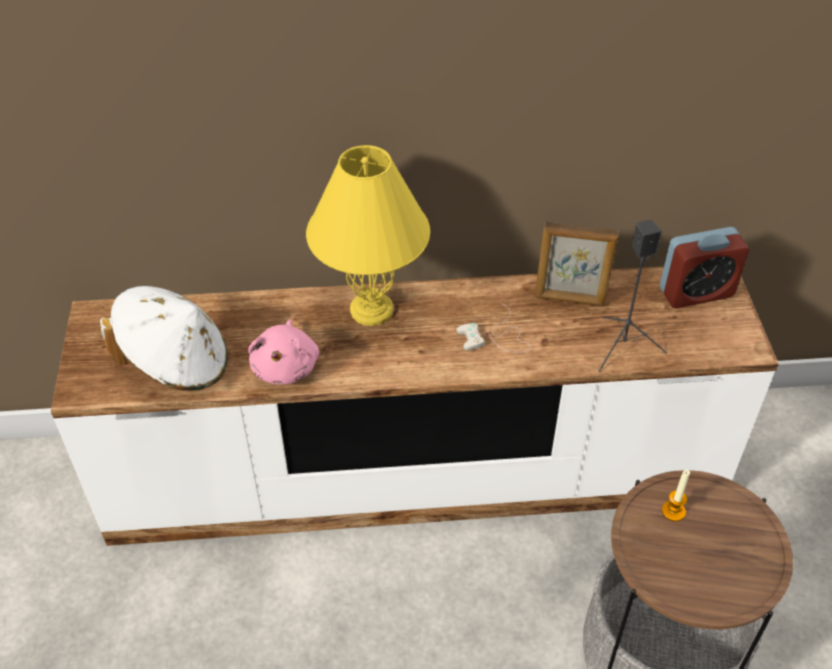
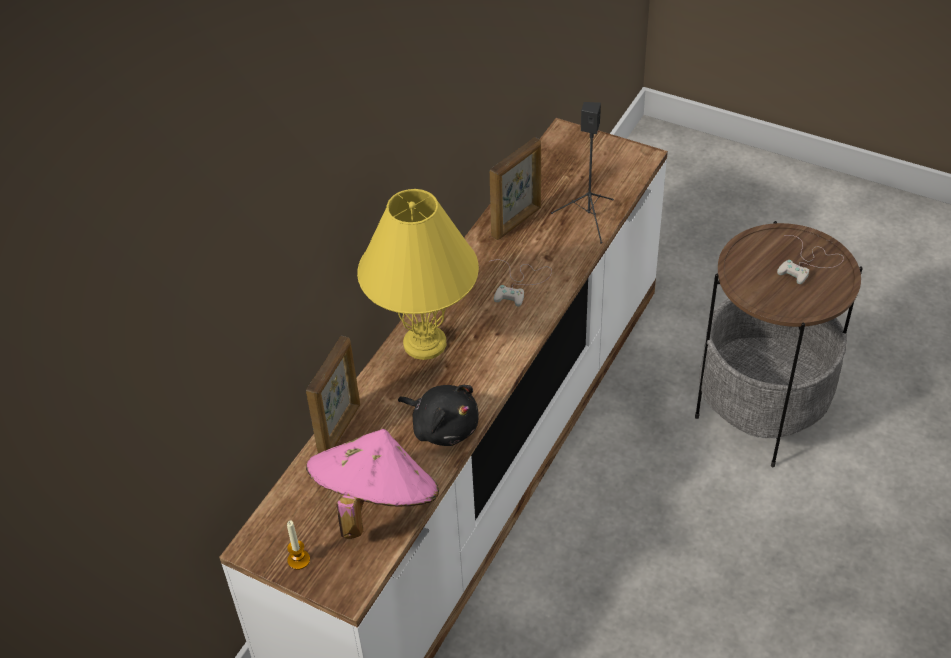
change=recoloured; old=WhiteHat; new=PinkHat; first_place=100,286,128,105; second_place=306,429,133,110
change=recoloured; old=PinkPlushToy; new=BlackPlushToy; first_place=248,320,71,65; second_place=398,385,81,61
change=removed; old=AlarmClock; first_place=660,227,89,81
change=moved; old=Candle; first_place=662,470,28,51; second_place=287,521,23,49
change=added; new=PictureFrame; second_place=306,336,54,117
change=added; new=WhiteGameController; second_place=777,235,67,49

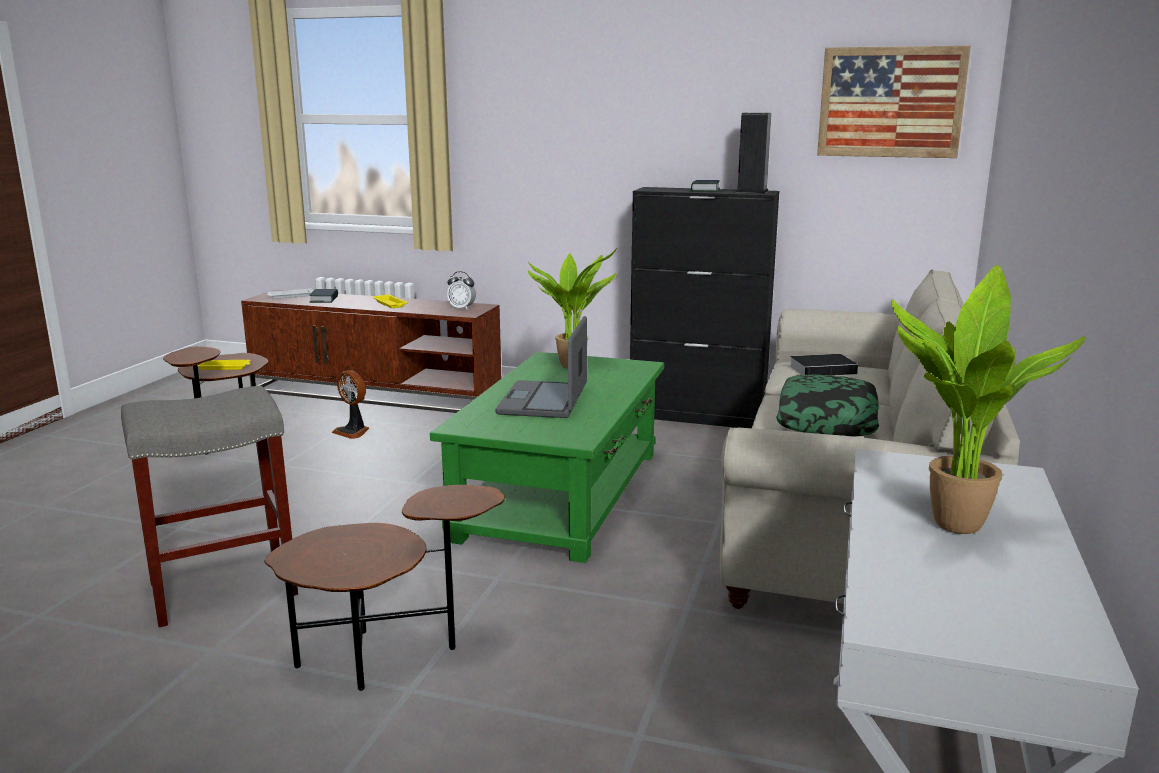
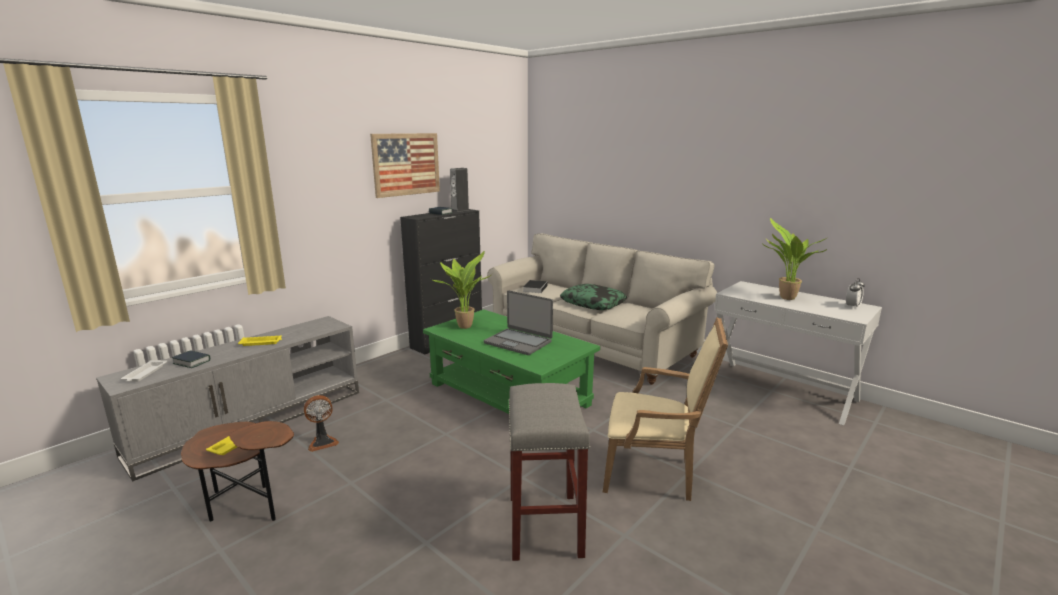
change=recoloured; old=BrownTvStand; new=GreyTvStand; first_place=241,289,260,124; second_place=96,316,263,166
change=replaced; old=BrownSideTable; new=BeigeArmchair; first_place=265,485,240,206; second_place=603,317,125,184
change=moved; old=AlarmClock; first_place=447,271,29,39; second_place=846,278,19,31
change=moved; old=Picture; first_place=817,46,154,112; second_place=370,133,70,65

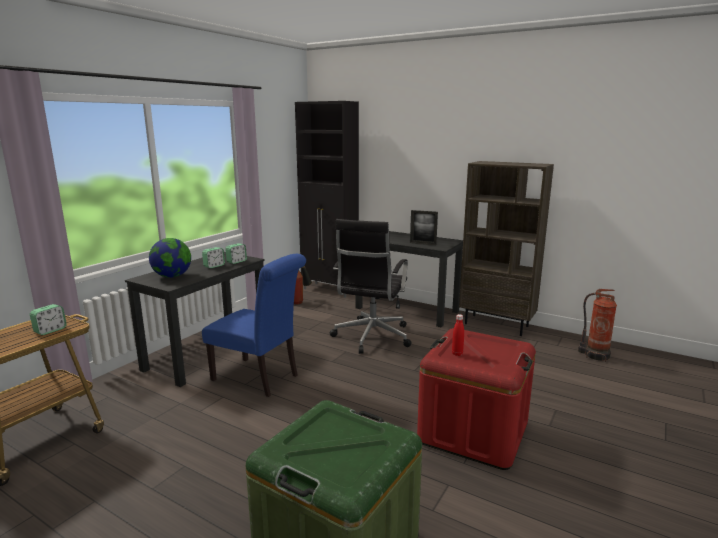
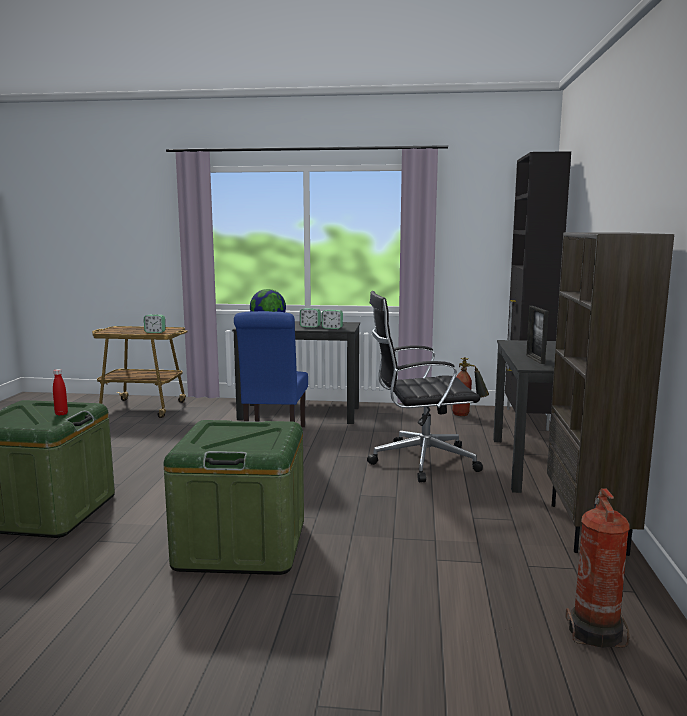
change=recoloured; old=RedStorageBox; new=GreenStorageBox; first_place=417,328,119,142; second_place=163,420,141,155
change=moved; old=RedBottle; first_place=452,314,12,42; second_place=53,369,15,47

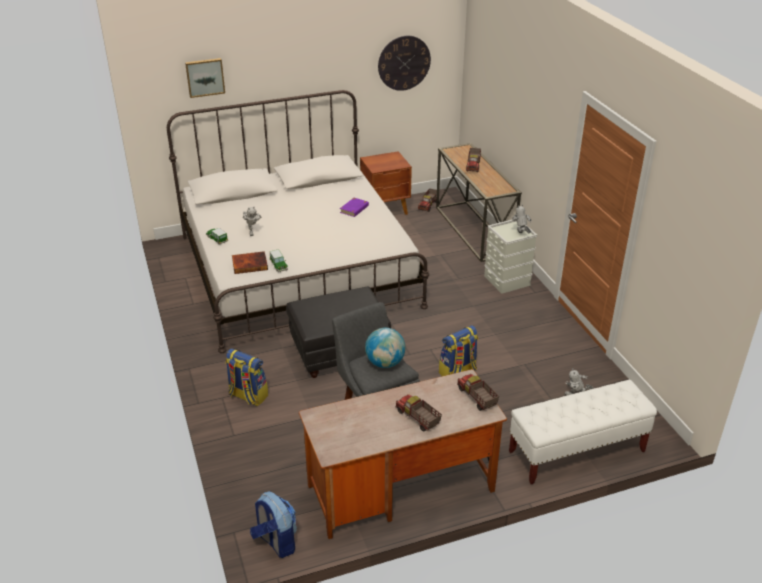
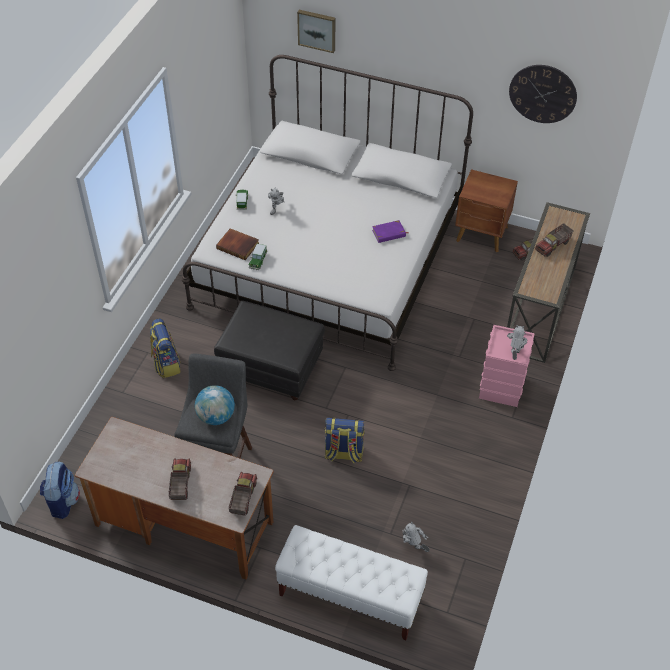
change=recoloured; old=GreyStorageBox; new=PinkStorageBox; first_place=484,220,53,74; second_place=479,325,56,82

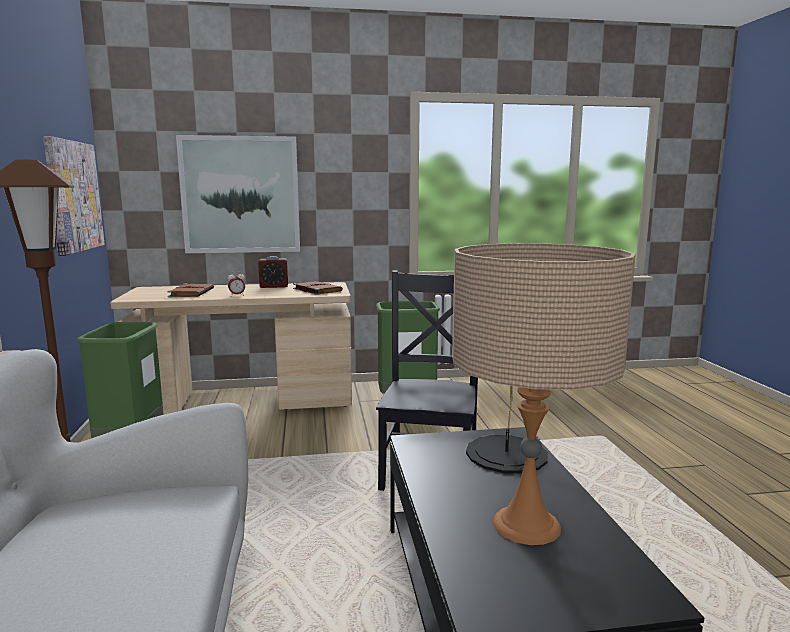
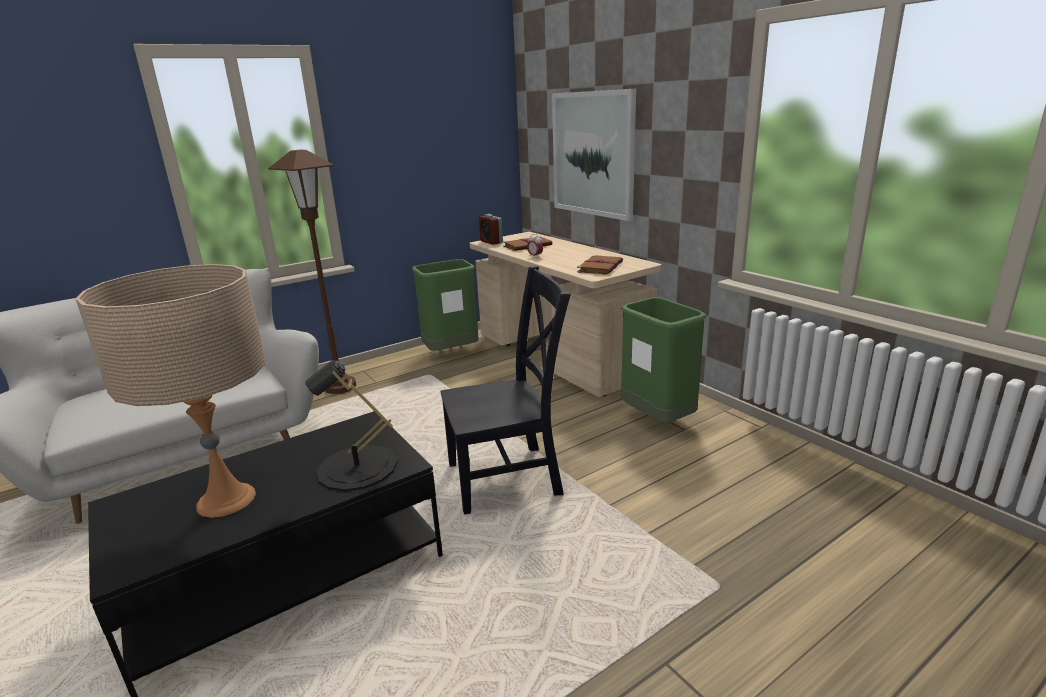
change=removed; old=Picture; first_place=43,136,62,120
change=moved; old=AlarmClock; first_place=258,256,30,32; second_place=479,214,24,31

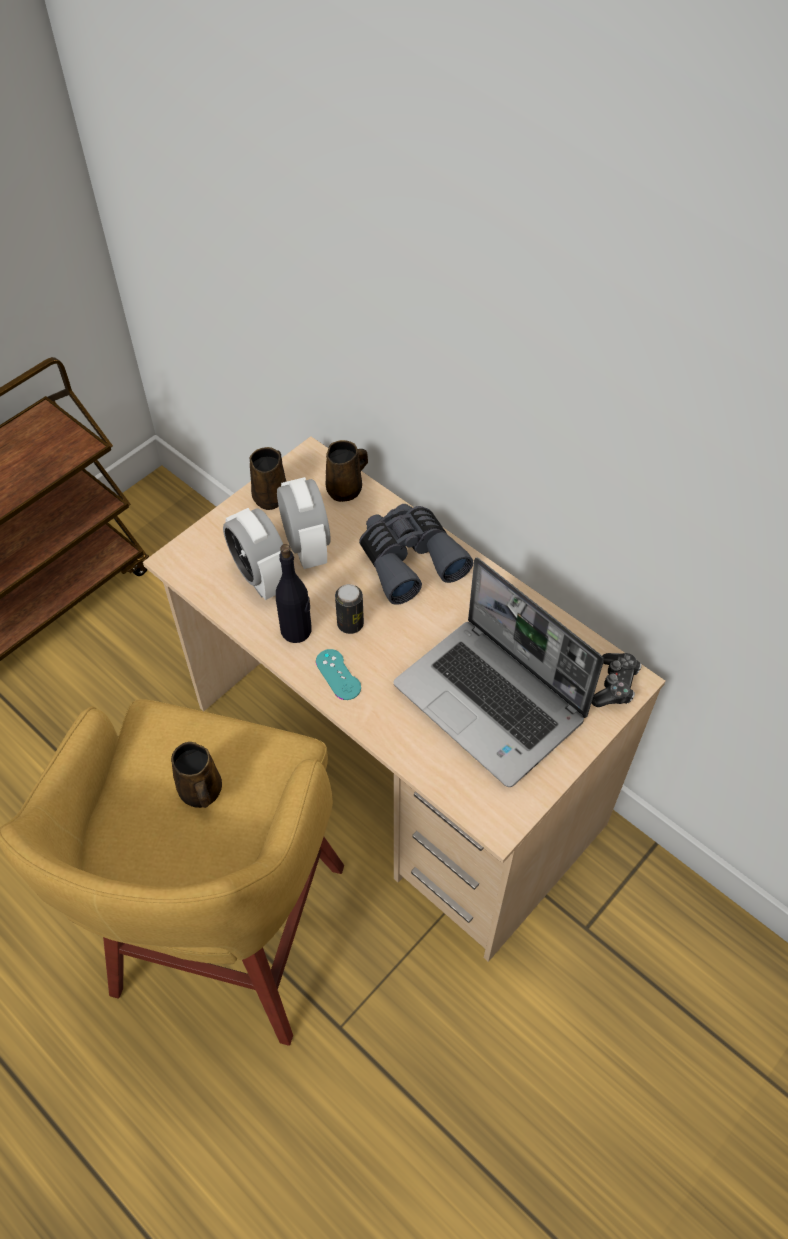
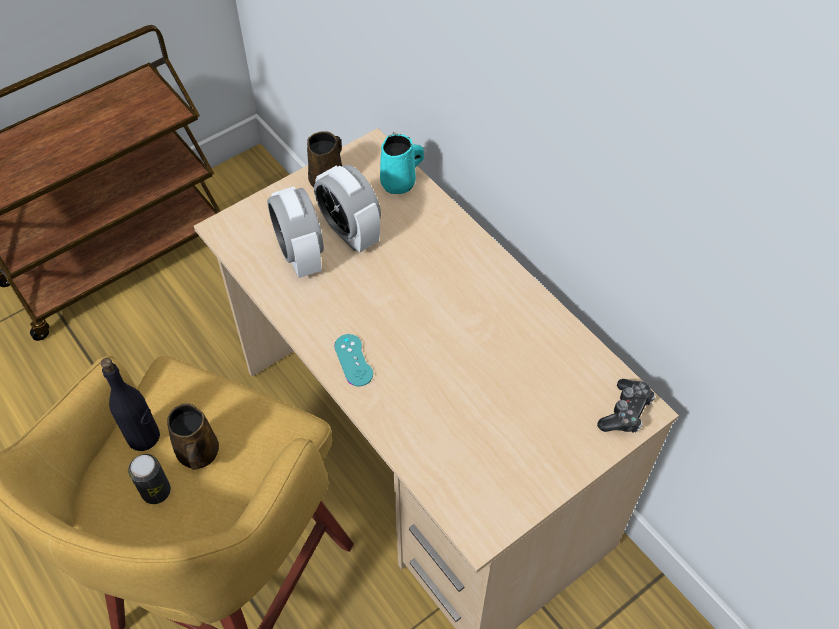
change=moved; old=BlackBottle; first_place=276,544,36,99; second_place=101,358,59,93
change=turned; old=AlarmClock; first_place=277,477,54,92; second_place=314,165,67,87; degrees=150
change=recoloured; old=BrownMug; new=TurquoiseMug; first_place=326,440,42,62; second_place=380,134,44,60
change=moved; old=Can; first_place=335,584,29,50; second_place=128,454,43,50
change=removed; old=GreyBinoculars; first_place=359,504,114,101
change=removed; old=Laptop; first_place=393,557,211,230

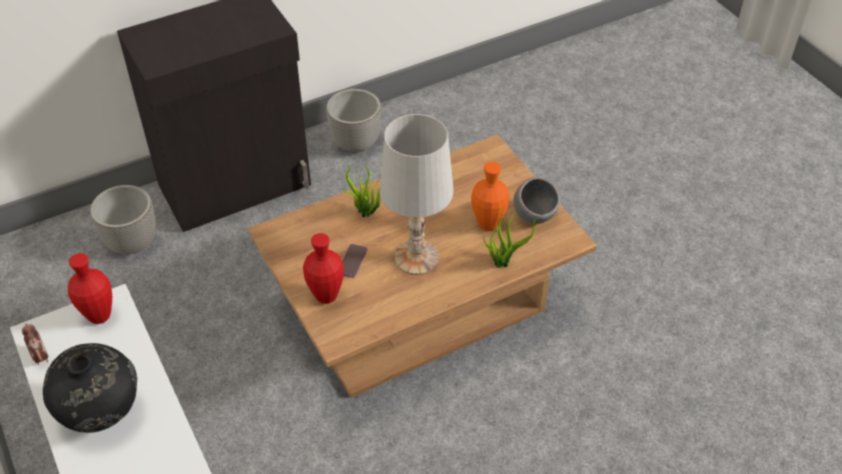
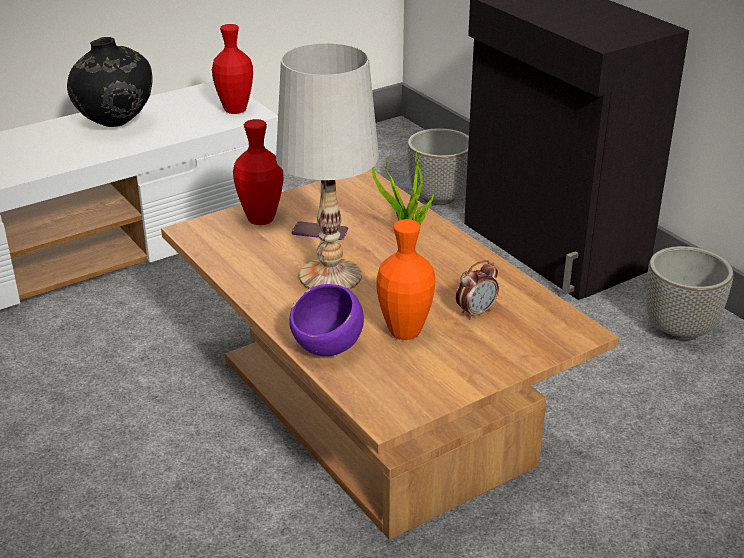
change=moved; old=AlarmClock; first_place=22,324,26,41; second_place=456,260,43,60
change=replaced; old=PottedPlant; new=PurpleBowl; first_place=483,207,59,61; second_place=289,284,75,72
change=removed; old=GreyBowl; first_place=514,178,46,46

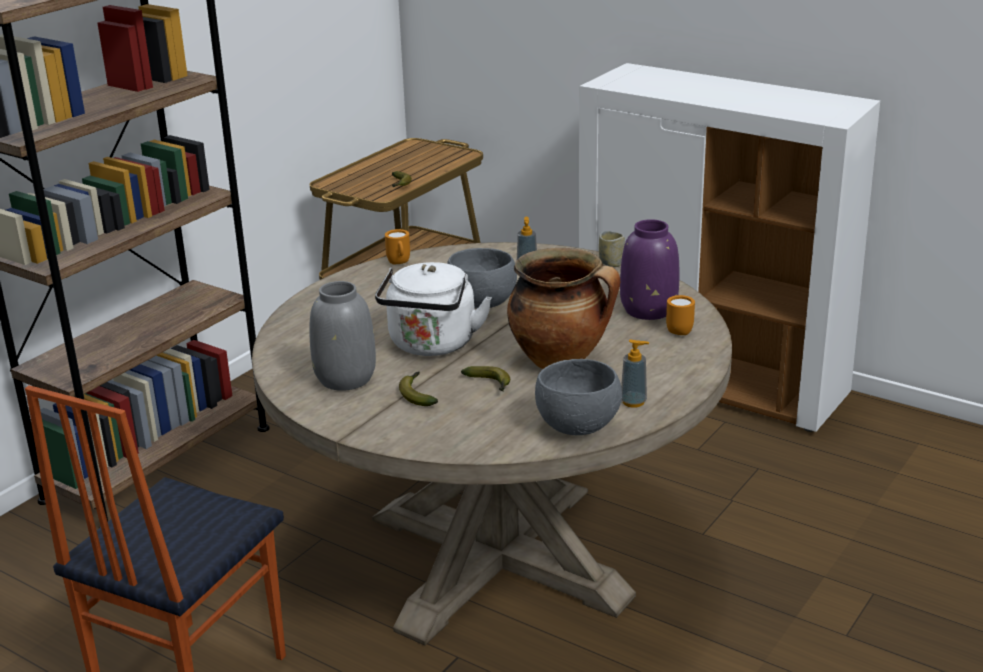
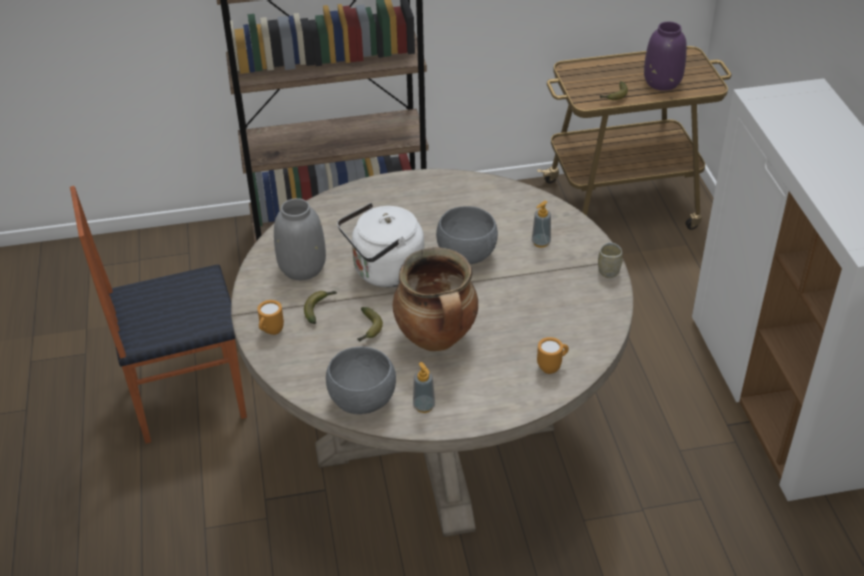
change=moved; old=OrangeMug; first_place=385,229,25,35; second_place=258,300,26,35
change=moved; old=PurpleVase; first_place=620,219,59,101; second_place=644,21,43,70

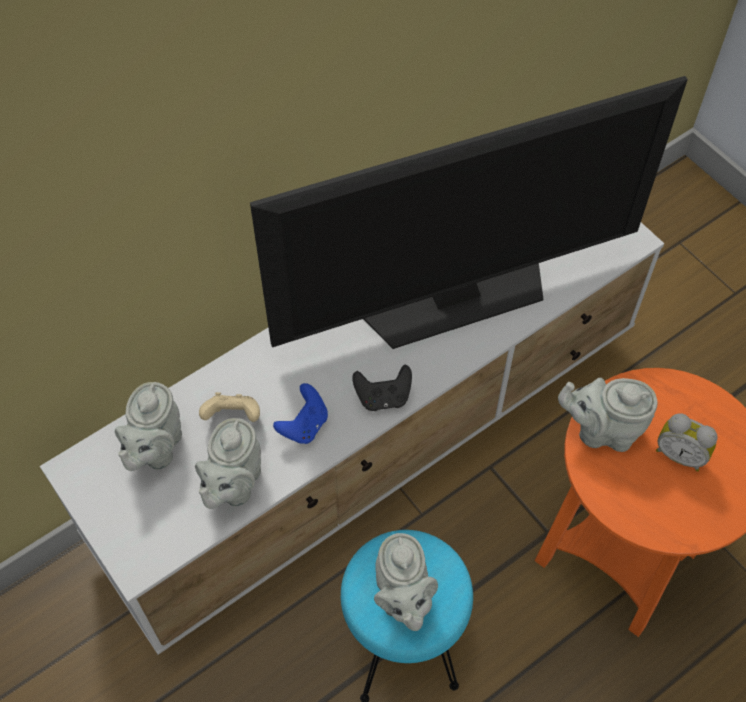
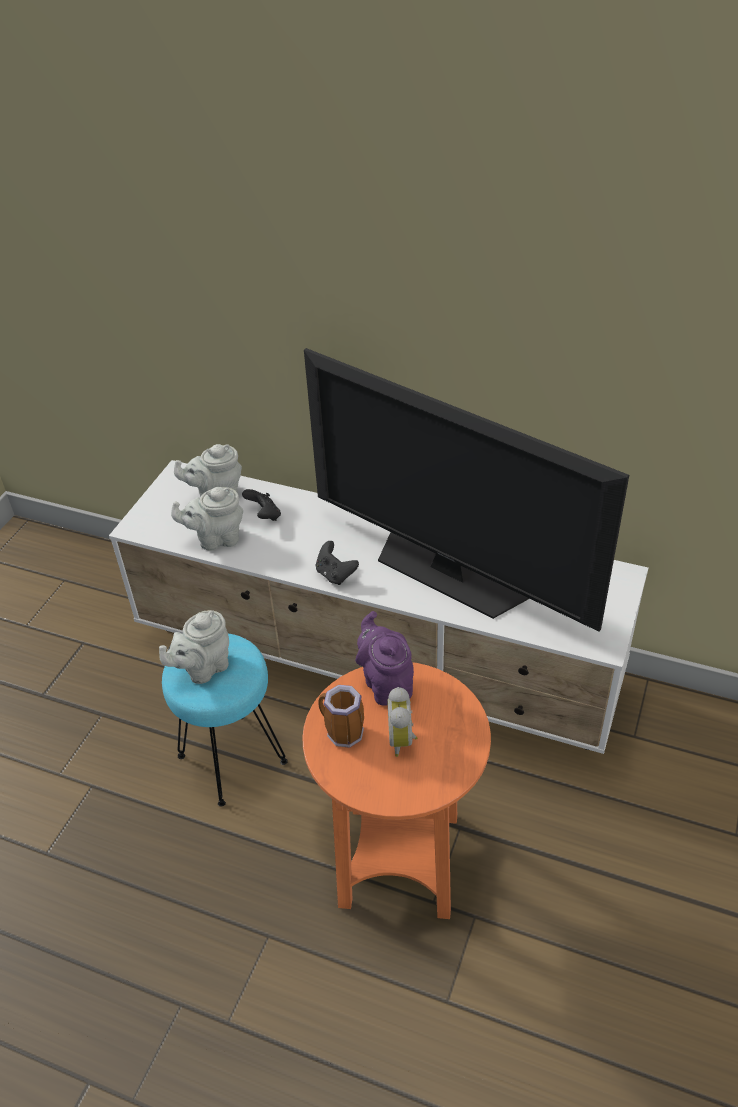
change=recoloured; old=BeigeGameController; new=BlackGameController; first_place=199,392,61,30; second_place=242,489,39,32
change=removed; old=BlueGameController; first_place=273,383,55,61
change=recoloured; old=GreyTeapot; new=PurpleTeapot; first_place=558,378,100,74; second_place=355,611,59,94
change=added; new=Mug; second_place=318,685,46,63

